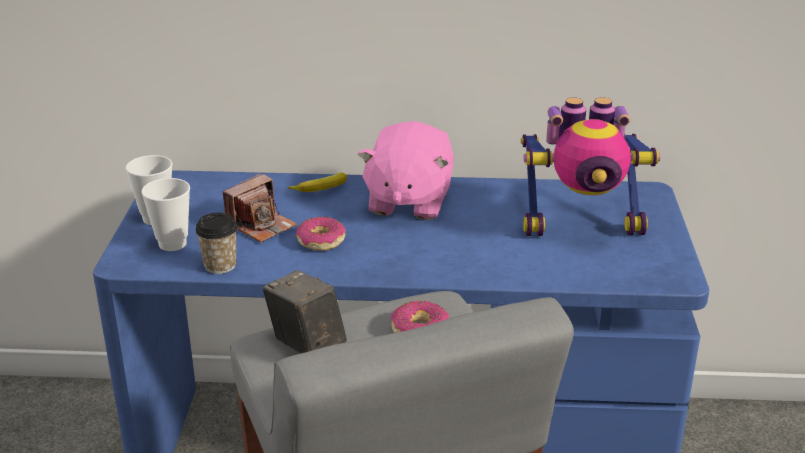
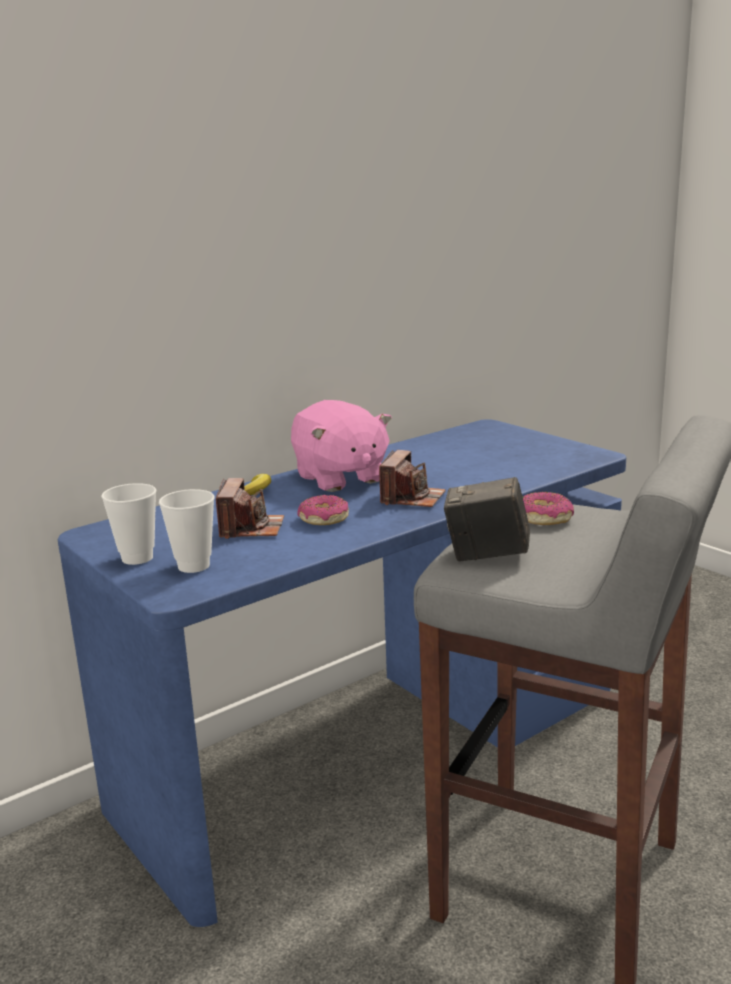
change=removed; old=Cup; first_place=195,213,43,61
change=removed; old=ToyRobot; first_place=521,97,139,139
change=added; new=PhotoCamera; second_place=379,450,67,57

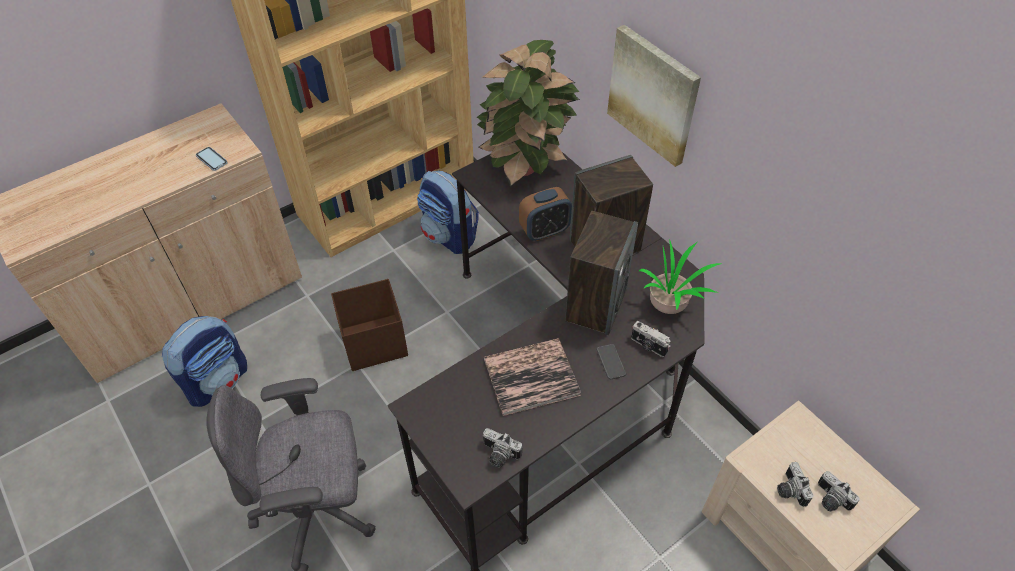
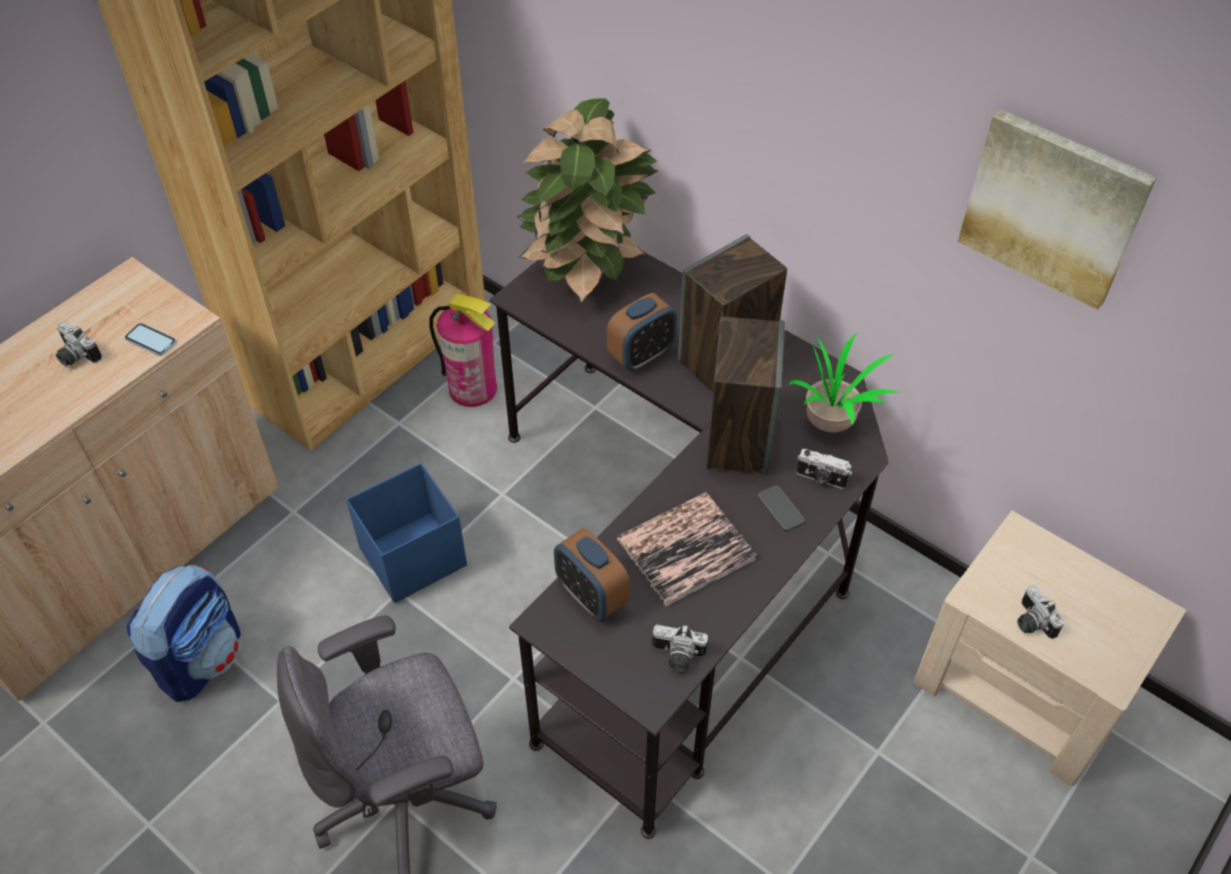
change=recoloured; old=BrownStorageBox; new=BlueStorageBox; first_place=331,279,77,92; second_place=346,463,121,140
change=replaced; old=Backpack; new=FireExtinguisher; first_place=417,170,62,84; second_place=429,294,68,113
change=moved; old=Picture; first_place=607,25,94,142; second_place=958,109,199,201
change=moved; old=PhotoCamera; first_place=818,471,42,40; second_place=56,322,45,44
change=added; new=AlarmClock; second_place=554,528,76,93

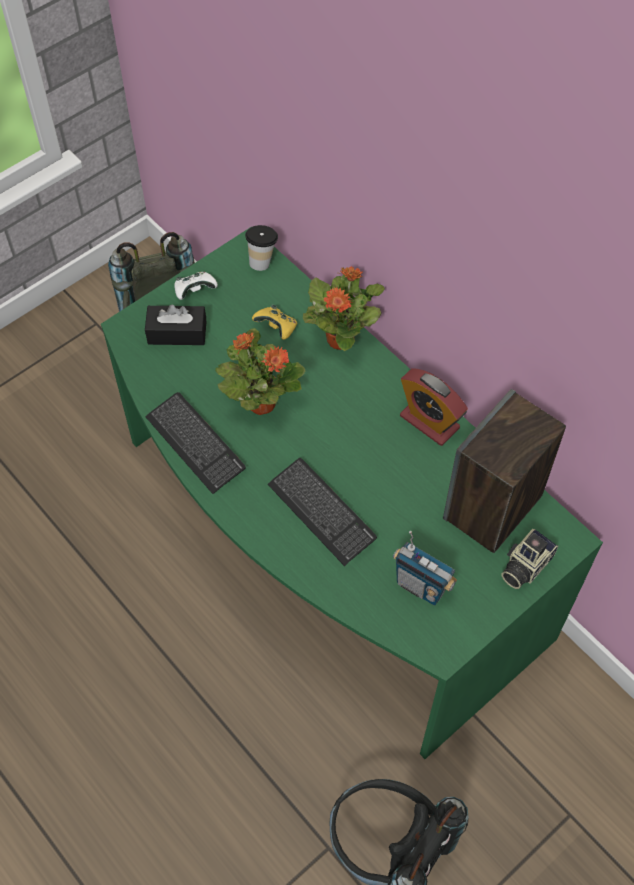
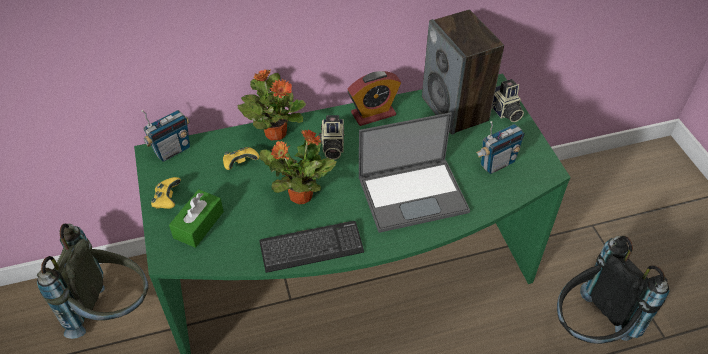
change=recoloured; old=BlackTissueBox; new=GreenTissueBox; first_place=145,305,62,40; second_place=169,189,55,59
change=recoloured; old=WhiteGameController; new=YellowGameController; first_place=174,272,44,28; second_place=151,177,30,32
change=replaced; old=Cup; new=Radio; first_place=245,225,33,46; second_place=141,110,49,52
change=replaced; old=Keyboard; new=Laptop; first_place=268,458,109,108; second_place=359,112,111,121
change=added; new=PhotoCamera; second_place=319,115,26,45

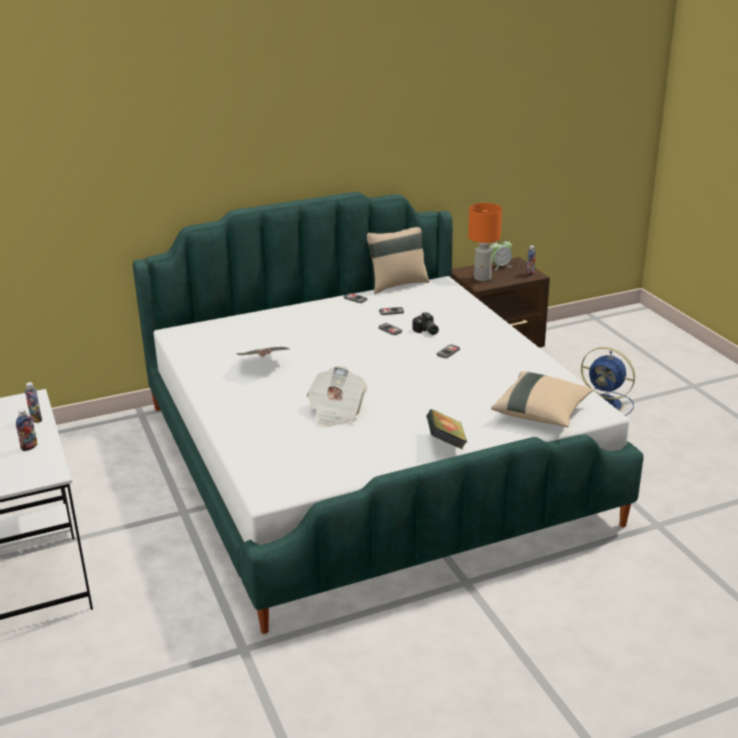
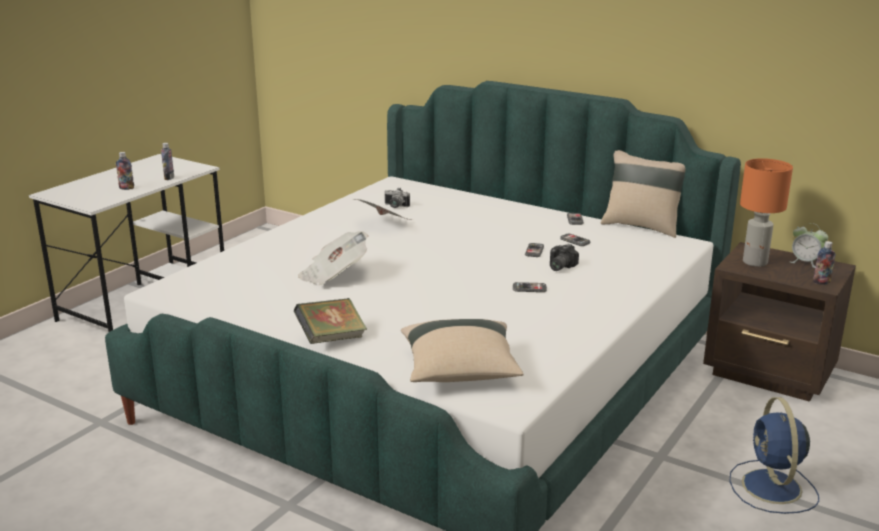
change=added; new=PhotoCamera; second_place=384,188,26,20

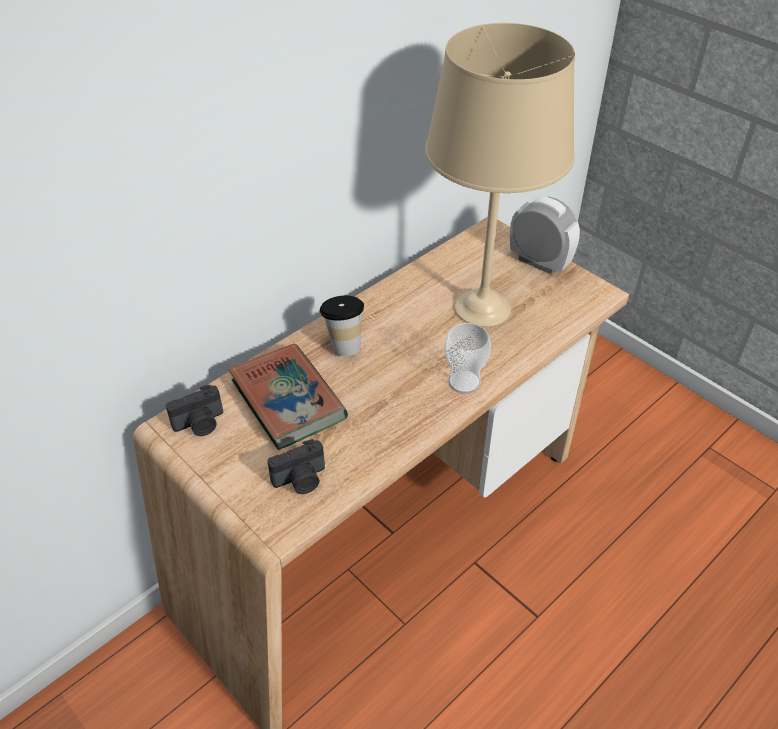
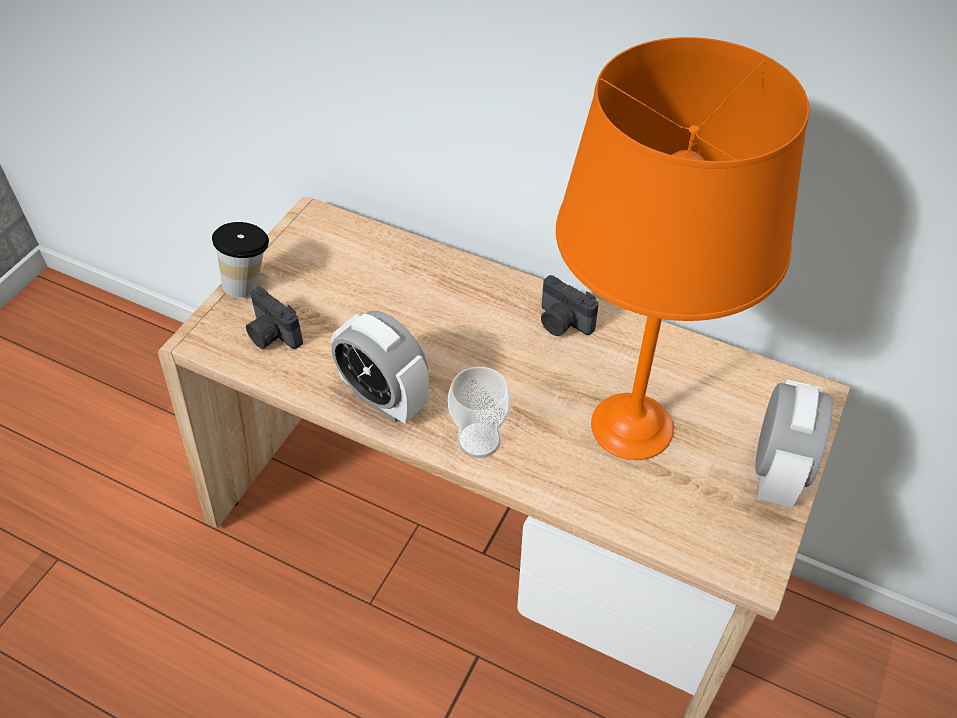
change=moved; old=PhotoCamera; first_place=166,385,57,51; second_place=541,275,58,61
change=removed; old=Book; first_place=228,344,120,106
change=moved; old=Cup; first_place=320,296,44,60; second_place=212,222,57,75
change=recoloured; old=BeigeTableLamp; new=OrangeTableLamp; first_place=425,23,150,304; second_place=556,37,253,423
change=added; new=AlarmClock; second_place=331,311,98,113

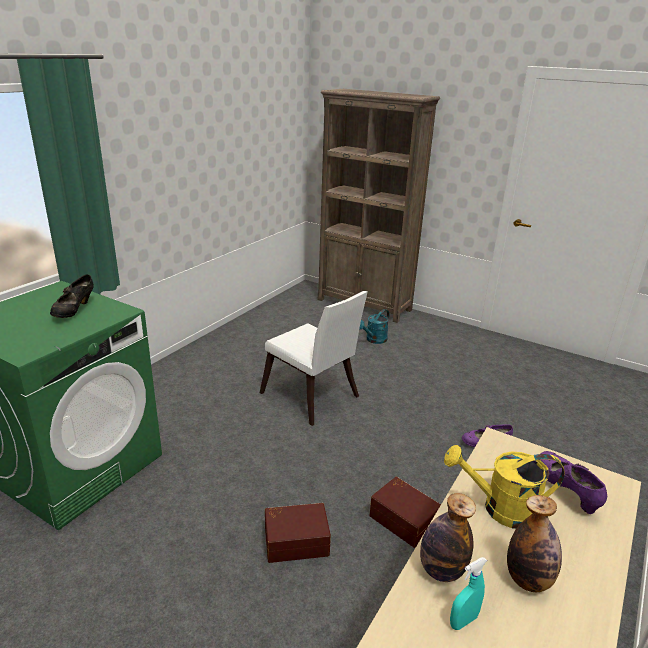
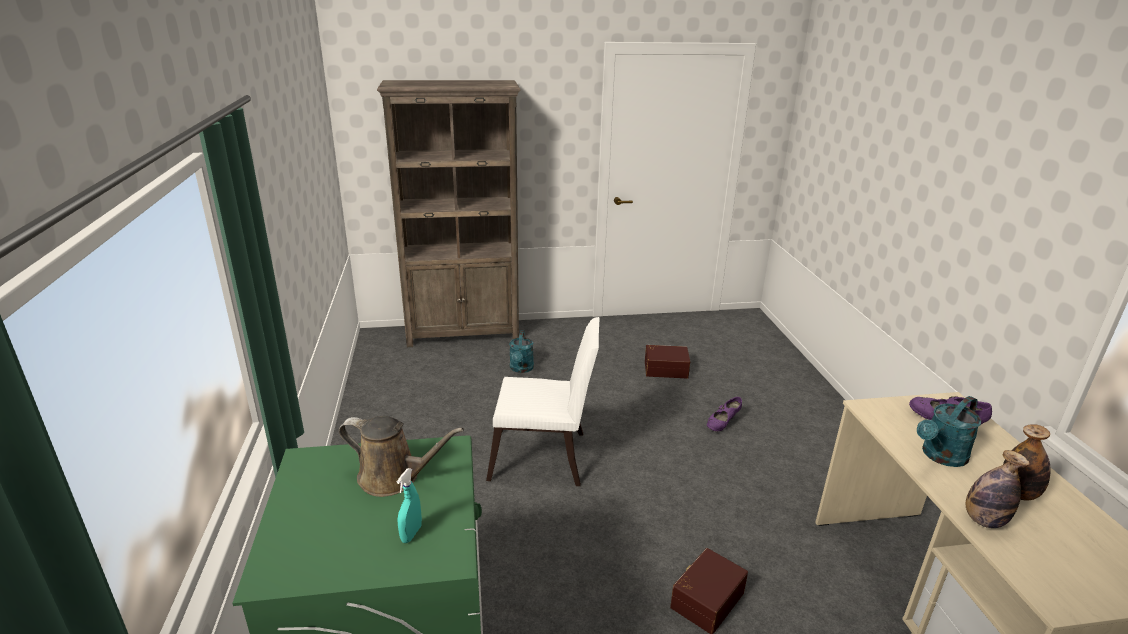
change=replaced; old=BlackShoe; new=BrownWateringCan; first_place=50,274,44,44; second_place=339,416,125,81
change=moved; old=BrownStorageBox; first_place=369,477,72,71; second_place=645,345,45,34
change=recoloured; old=YellowWateringCan; new=TurquoiseWateringCan; first_place=444,445,121,84; second_place=917,396,64,71
change=moved; old=TurquoiseSprayBottle; first_place=450,557,37,73; second_place=397,468,25,75

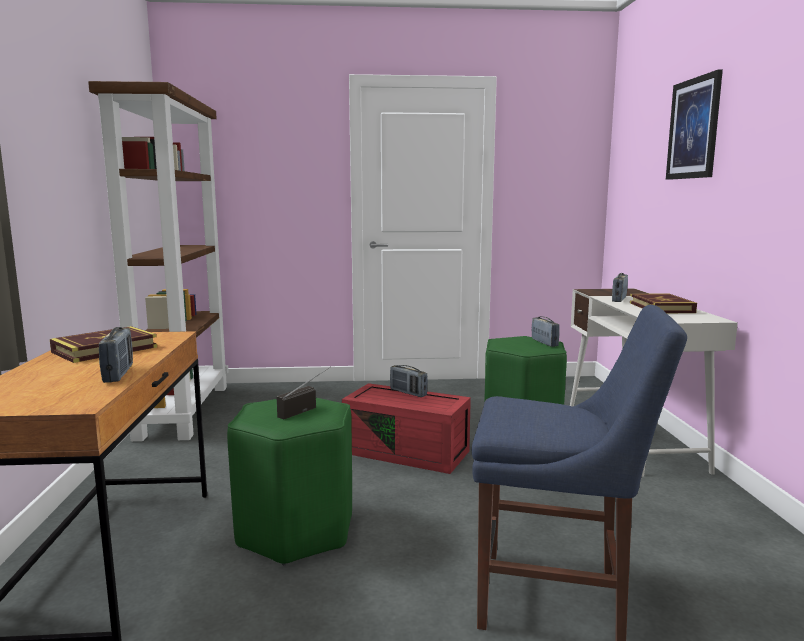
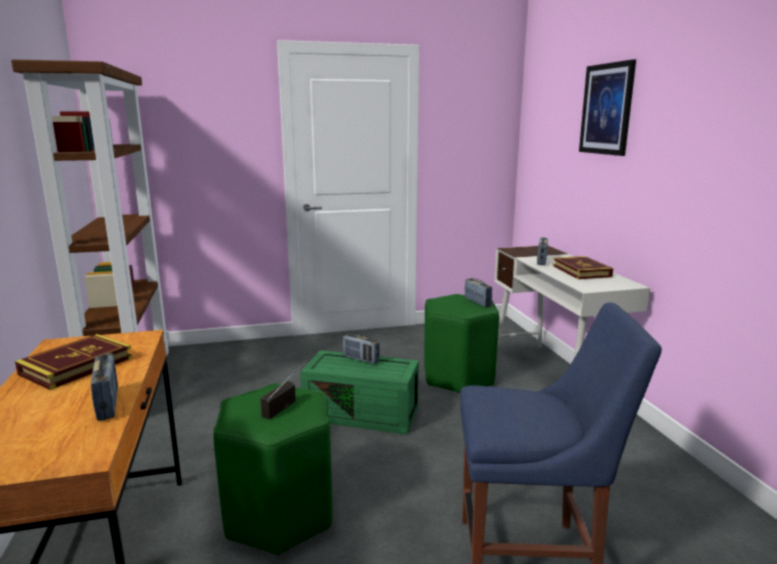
change=recoloured; old=RedStorageBox; new=GreenStorageBox; first_place=342,383,129,91; second_place=300,350,119,84

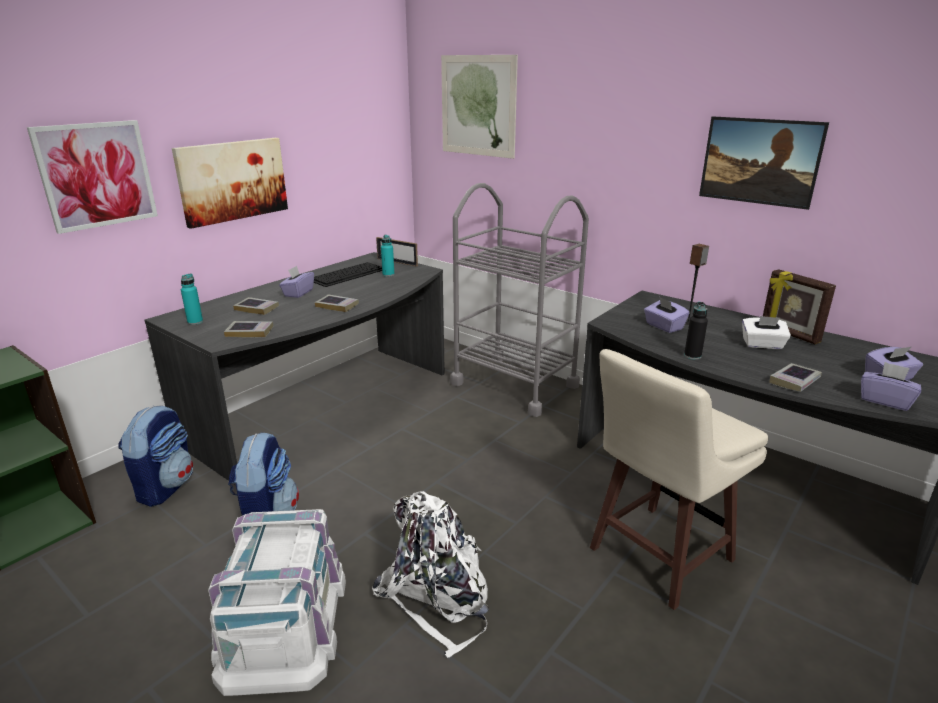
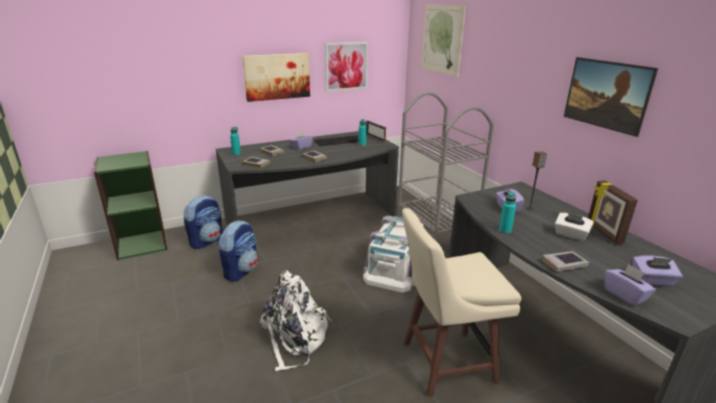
change=moved; old=Picture; first_place=27,120,131,114; second_place=325,42,43,50
change=moved; old=WhiteStorageBox; first_place=208,509,138,187; second_place=363,216,61,77
change=recoloured; old=BlackBottle; new=TurquoiseBottle; first_place=684,302,24,58; second_place=499,192,17,42

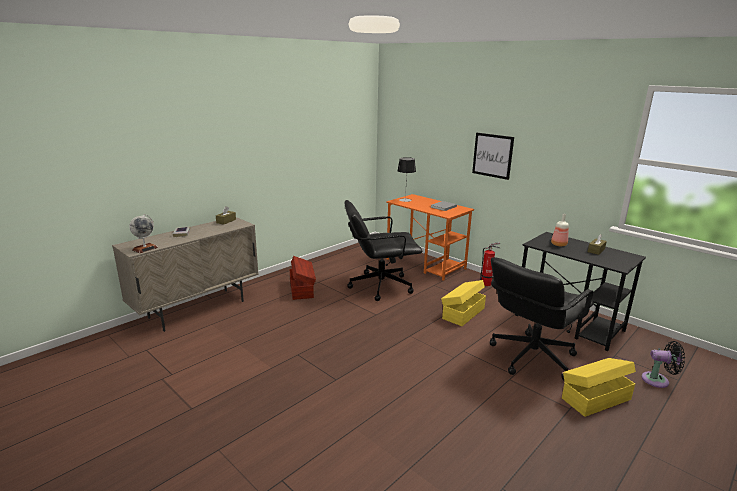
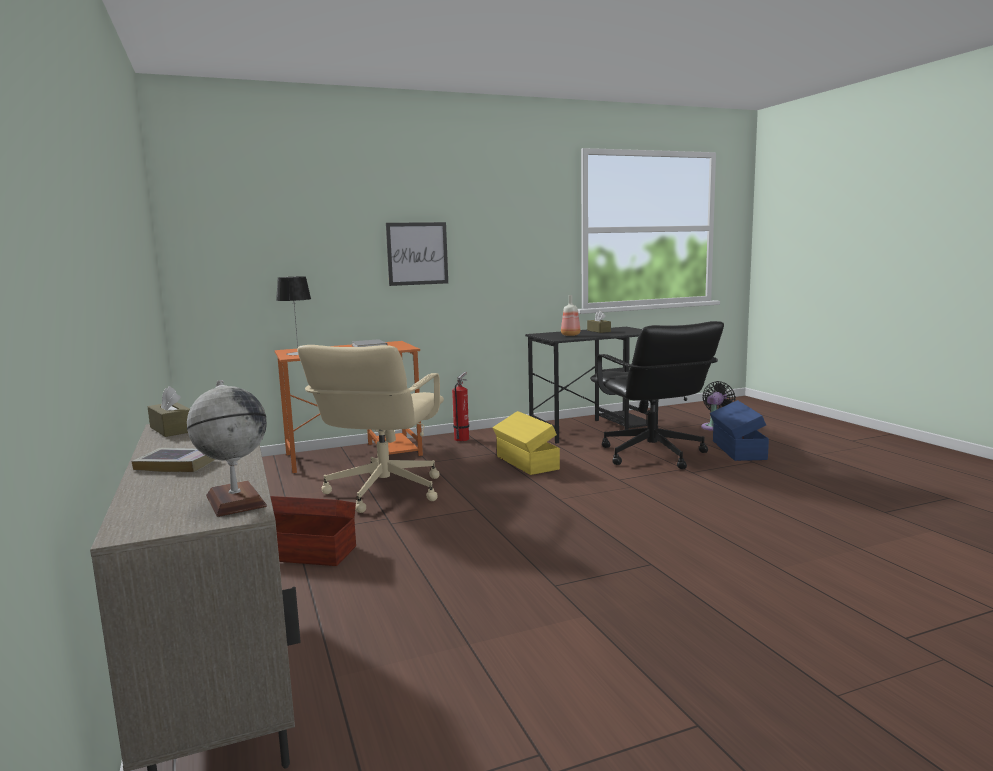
change=recoloured; old=BlackOfficeChair; new=BeigeOfficeChair; first_place=345,200,77,101; second_place=297,345,147,168
change=recoloured; old=YellowStorageBox; new=BlueStorageBox; first_place=562,358,74,59; second_place=710,400,59,61

